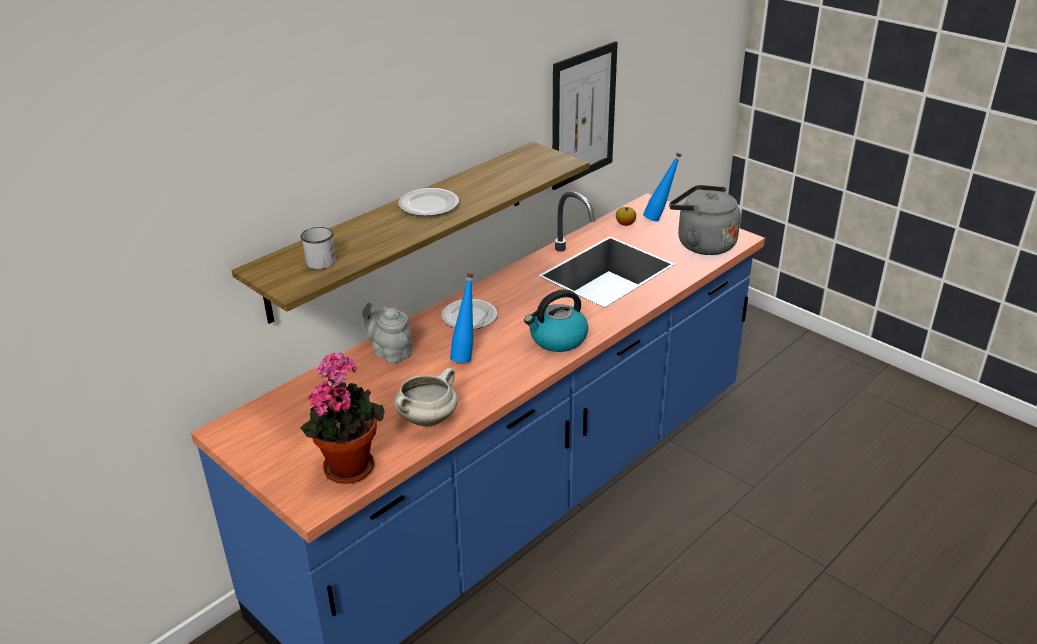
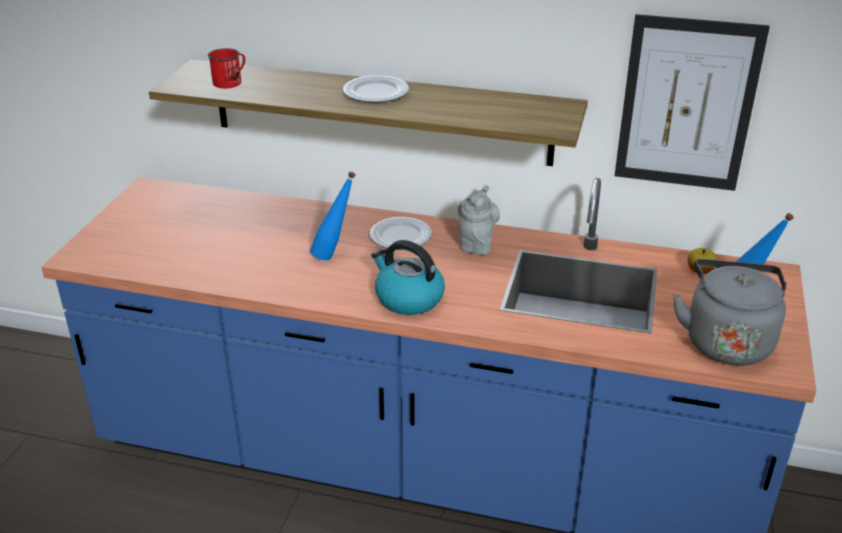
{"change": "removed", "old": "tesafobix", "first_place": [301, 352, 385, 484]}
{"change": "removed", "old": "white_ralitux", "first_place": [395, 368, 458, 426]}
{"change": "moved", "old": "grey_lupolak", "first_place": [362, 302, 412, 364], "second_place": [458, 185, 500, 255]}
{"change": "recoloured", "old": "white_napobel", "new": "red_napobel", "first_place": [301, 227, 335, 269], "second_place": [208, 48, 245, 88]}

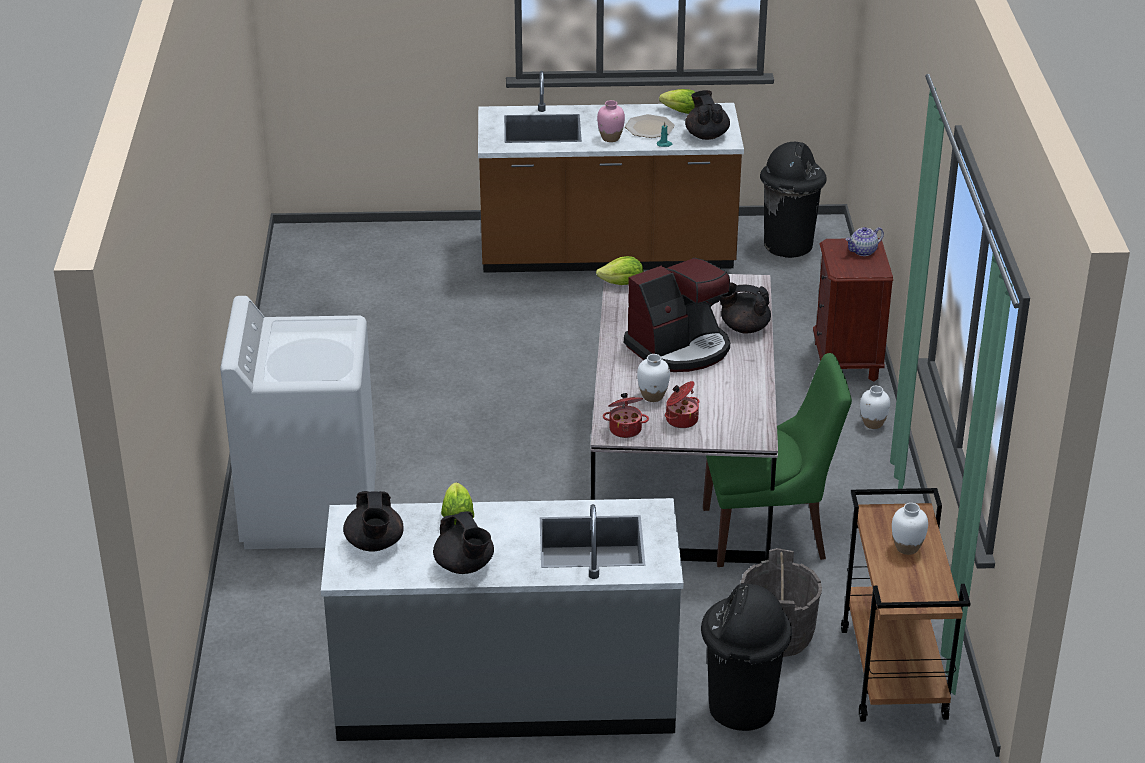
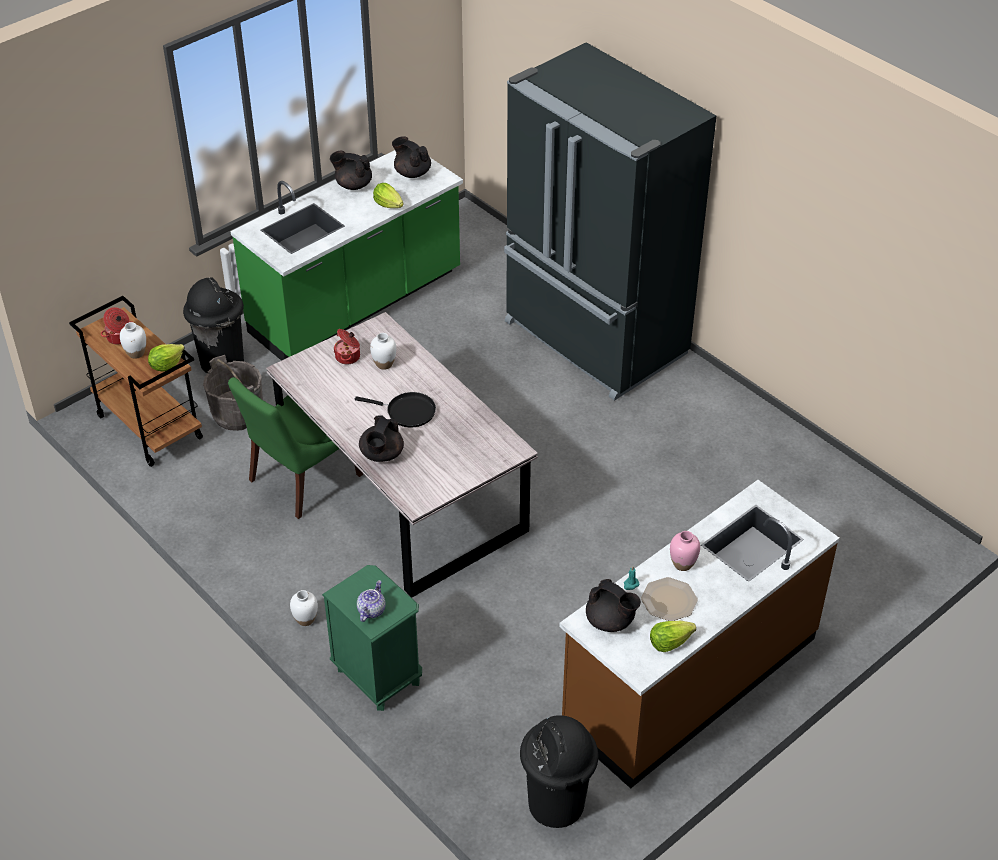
{"change": "moved", "old": "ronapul", "first_place": [596, 256, 643, 285], "second_place": [148, 344, 185, 372]}
{"change": "moved", "old": "ralitux", "first_place": [603, 393, 649, 438], "second_place": [101, 307, 132, 345]}
{"change": "replaced", "old": "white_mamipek", "new": "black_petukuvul", "first_place": [220, 296, 376, 549], "second_place": [504, 42, 716, 401]}
{"change": "replaced", "old": "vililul", "new": "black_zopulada", "first_place": [624, 258, 730, 372], "second_place": [355, 392, 436, 427]}
{"change": "recoloured", "old": "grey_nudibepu", "new": "green_nudibepu", "first_place": [321, 498, 683, 741], "second_place": [230, 150, 463, 361]}
{"change": "recoloured", "old": "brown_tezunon", "new": "green_tezunon", "first_place": [813, 238, 893, 381], "second_place": [322, 565, 422, 711]}
{"change": "turned", "old": "black_lupolak", "first_place": [720, 282, 771, 333], "second_place": [359, 415, 404, 462], "degrees": 135}

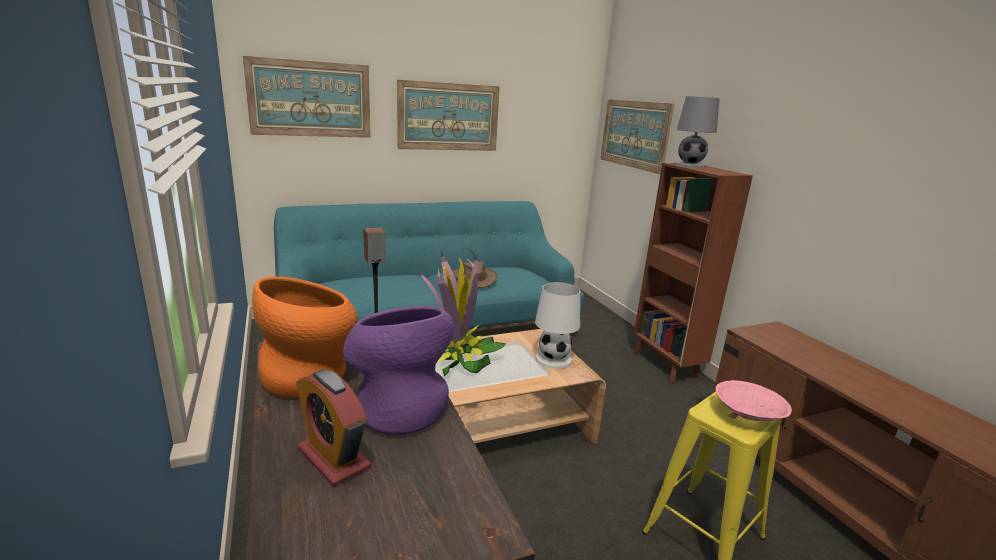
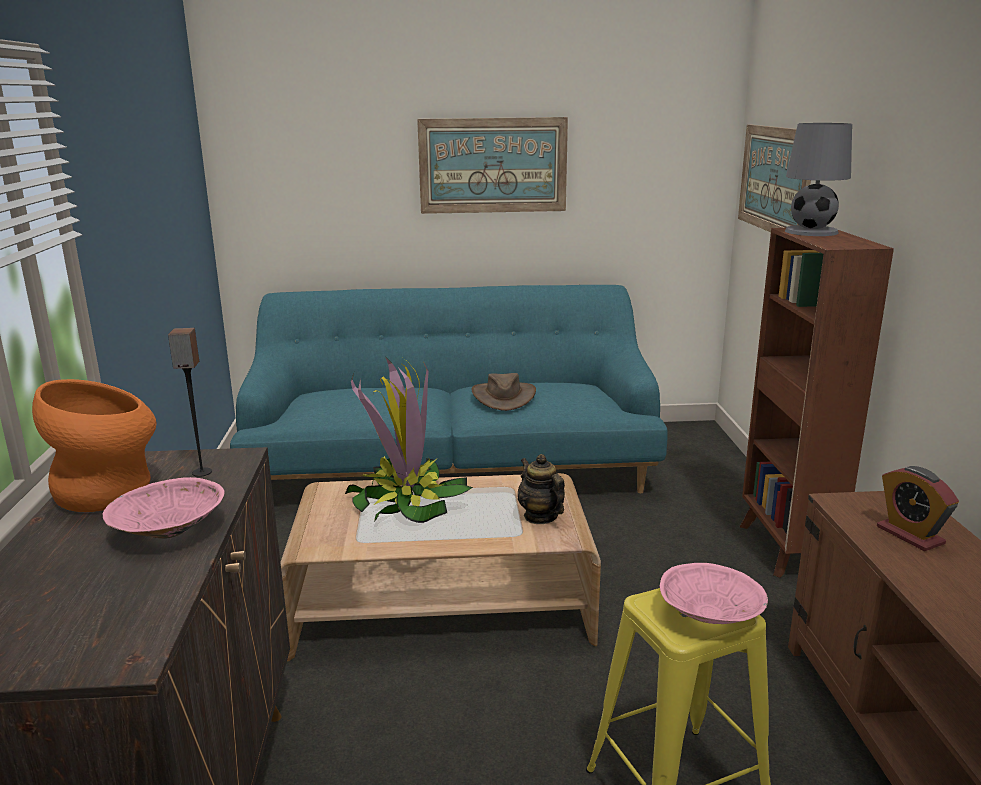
{"change": "removed", "old": "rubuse", "first_place": [243, 56, 371, 138]}
{"change": "moved", "old": "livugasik", "first_place": [296, 369, 371, 487], "second_place": [877, 466, 959, 551]}
{"change": "replaced", "old": "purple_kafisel", "new": "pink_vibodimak", "first_place": [343, 306, 454, 435], "second_place": [103, 477, 225, 539]}
{"change": "replaced", "old": "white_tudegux", "new": "lupolak", "first_place": [535, 282, 580, 369], "second_place": [518, 454, 565, 524]}

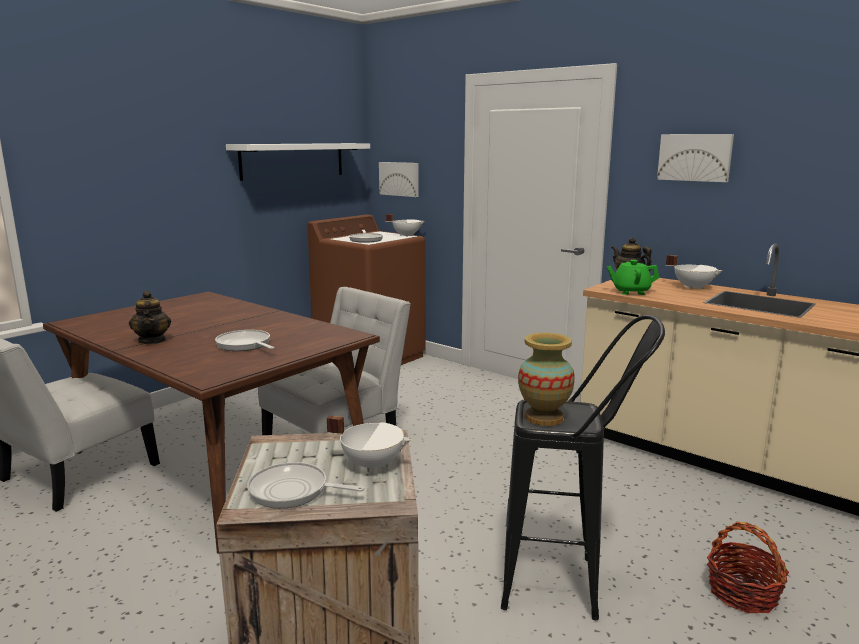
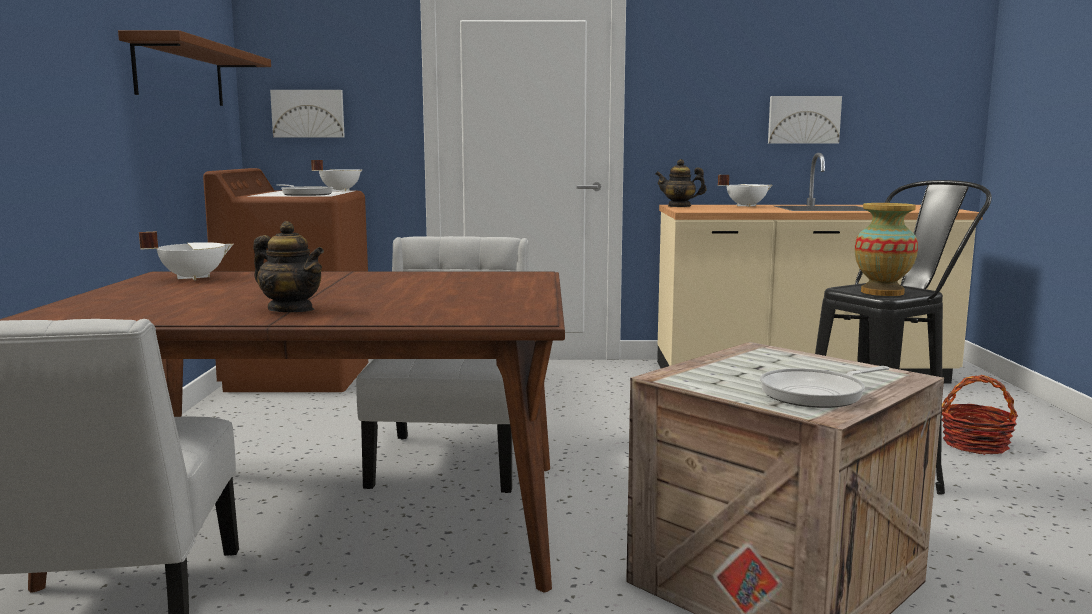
{"change": "removed", "old": "zopulada", "first_place": [215, 330, 274, 351]}
{"change": "removed", "old": "green_lupolak", "first_place": [607, 260, 659, 295]}
{"change": "moved", "old": "white_ralitux", "first_place": [327, 416, 412, 472], "second_place": [139, 231, 234, 280]}
{"change": "moved", "old": "rubuse", "first_place": [657, 134, 734, 182], "second_place": [768, 96, 842, 144]}
{"change": "recoloured", "old": "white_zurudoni", "new": "brown_zurudoni", "first_place": [226, 143, 370, 181], "second_place": [118, 30, 271, 106]}

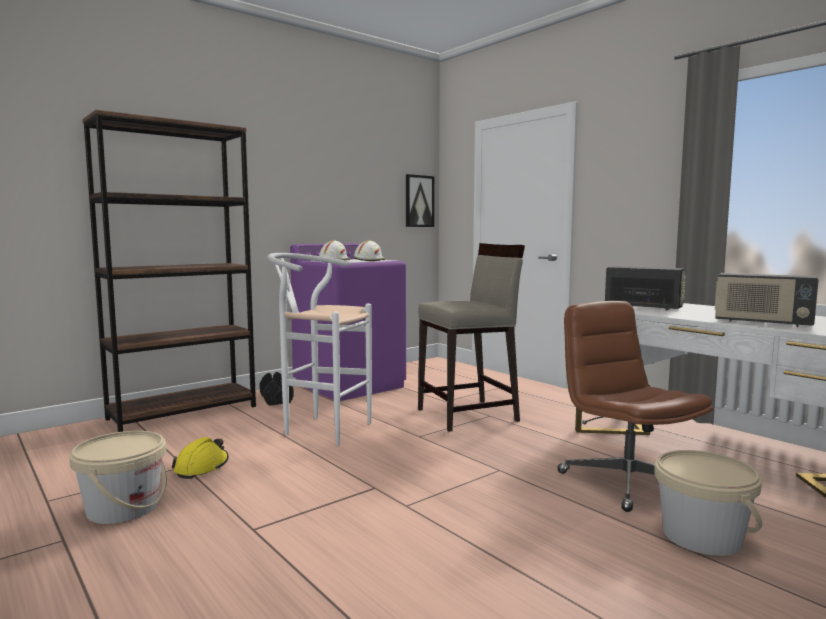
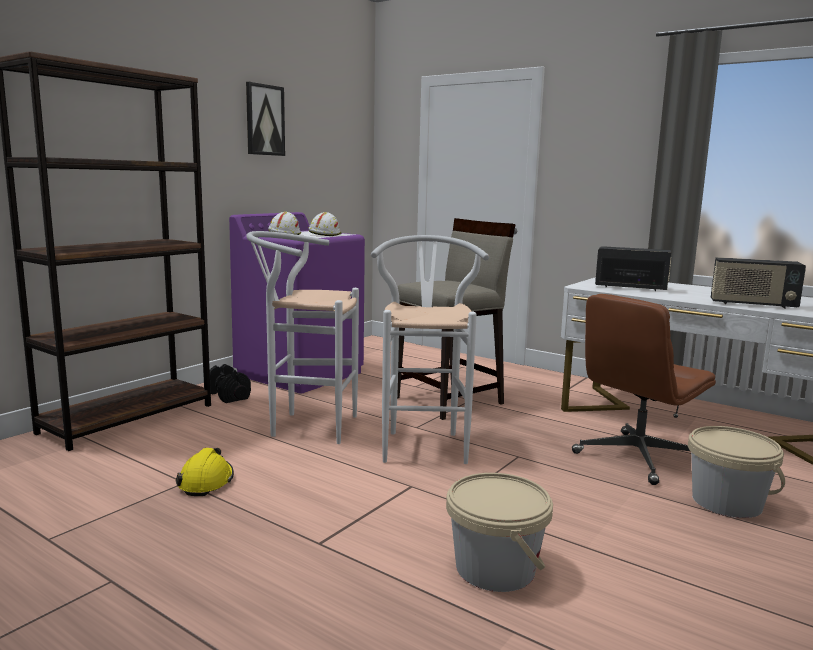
{"change": "added", "new": "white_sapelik", "second_place": [371, 235, 489, 464]}
{"change": "moved", "old": "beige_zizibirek", "first_place": [69, 431, 167, 524], "second_place": [446, 473, 553, 592]}
{"change": "moved", "old": "rubuse", "first_place": [406, 174, 434, 227], "second_place": [246, 82, 285, 156]}
{"change": "turned", "old": "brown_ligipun", "first_place": [557, 301, 713, 512], "second_place": [572, 294, 716, 485], "degrees": -90}

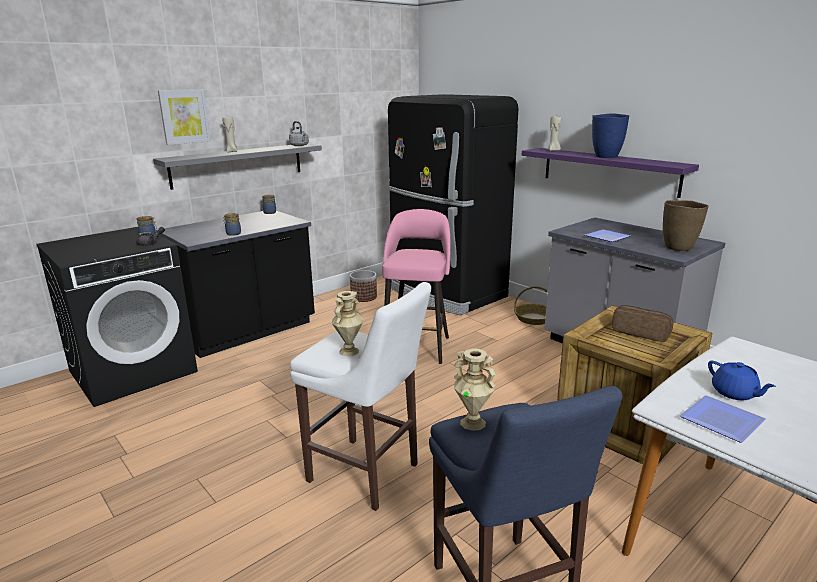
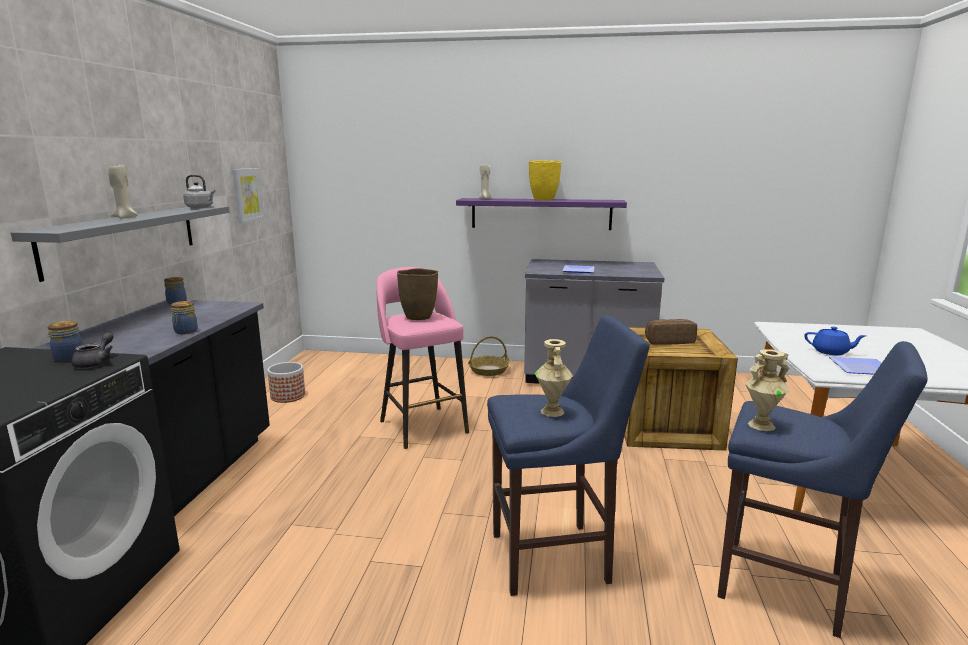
{"change": "removed", "old": "black_petukuvul", "first_place": [388, 94, 518, 315]}
{"change": "moved", "old": "rubuse", "first_place": [158, 89, 211, 145], "second_place": [232, 168, 264, 223]}
{"change": "moved", "old": "brown_kafisel", "first_place": [663, 200, 709, 251], "second_place": [397, 268, 438, 320]}
{"change": "recoloured", "old": "white_sapelik", "new": "blue_sapelik", "first_place": [290, 282, 431, 511], "second_place": [487, 315, 649, 596]}
{"change": "recoloured", "old": "blue_kafisel", "new": "yellow_kafisel", "first_place": [592, 114, 629, 158], "second_place": [529, 160, 561, 201]}

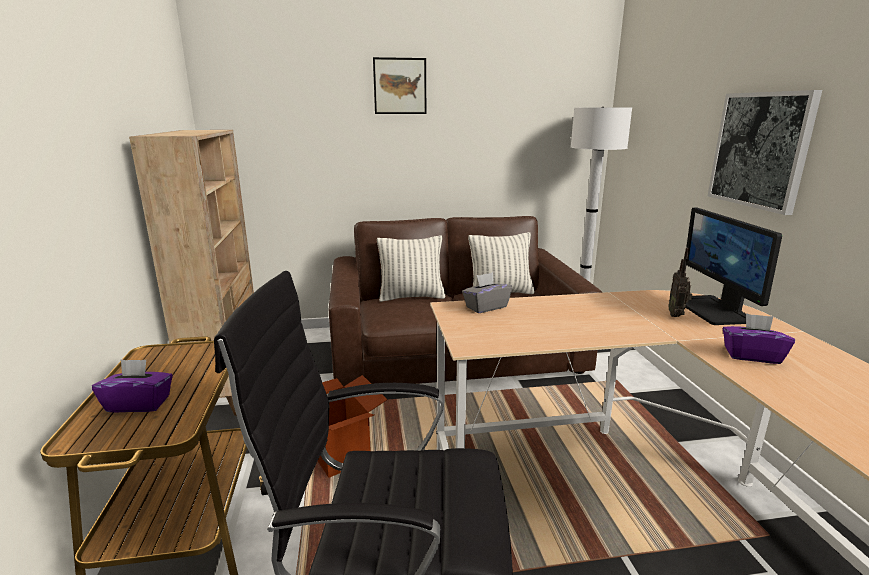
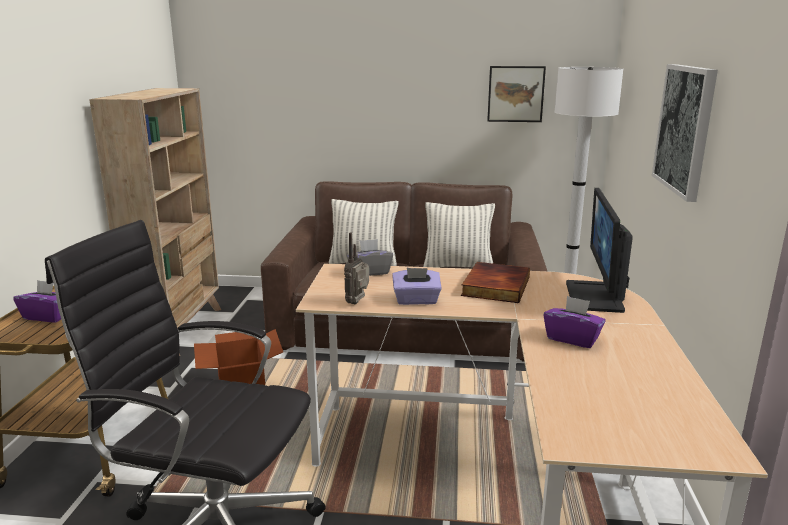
{"change": "added", "new": "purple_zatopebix", "second_place": [392, 268, 442, 305]}
{"change": "added", "new": "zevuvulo", "second_place": [461, 262, 530, 303]}
{"change": "moved", "old": "rubuse", "first_place": [373, 57, 426, 114], "second_place": [487, 66, 546, 122]}
{"change": "moved", "old": "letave", "first_place": [668, 248, 692, 317], "second_place": [344, 232, 369, 304]}

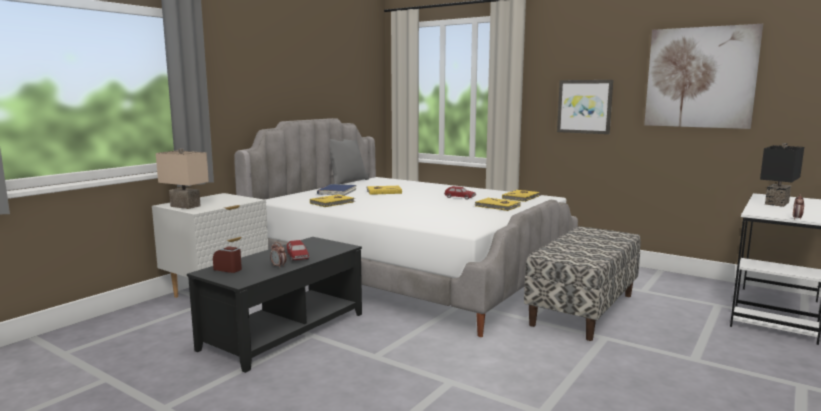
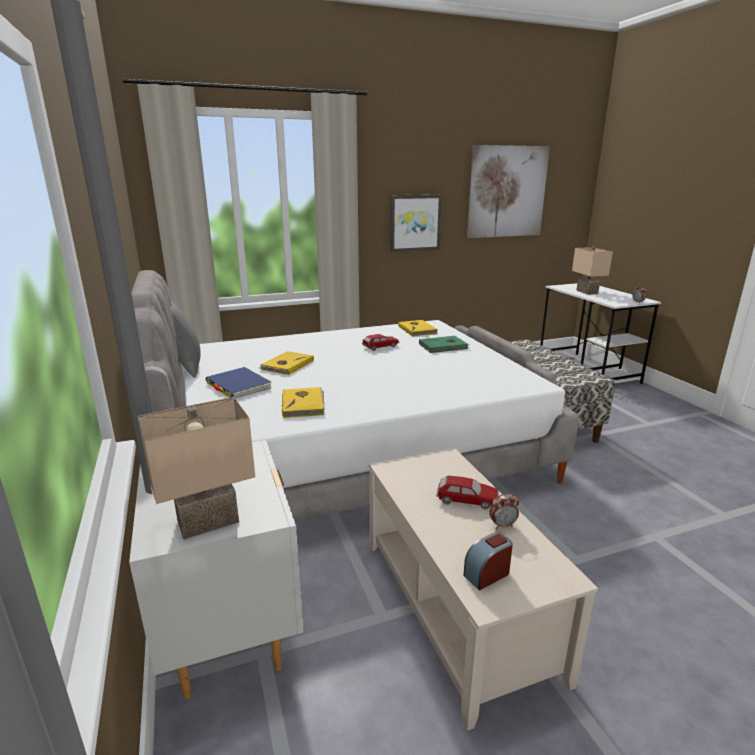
{"change": "recoloured", "old": "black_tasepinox", "new": "beige_tasepinox", "first_place": [187, 237, 362, 373], "second_place": [369, 447, 598, 731]}
{"change": "recoloured", "old": "yellow_zevuvulo", "new": "green_zevuvulo", "first_place": [475, 198, 521, 211], "second_place": [419, 336, 469, 353]}
{"change": "recoloured", "old": "black_tudegux", "new": "beige_tudegux", "first_place": [760, 143, 804, 207], "second_place": [572, 246, 613, 295]}

